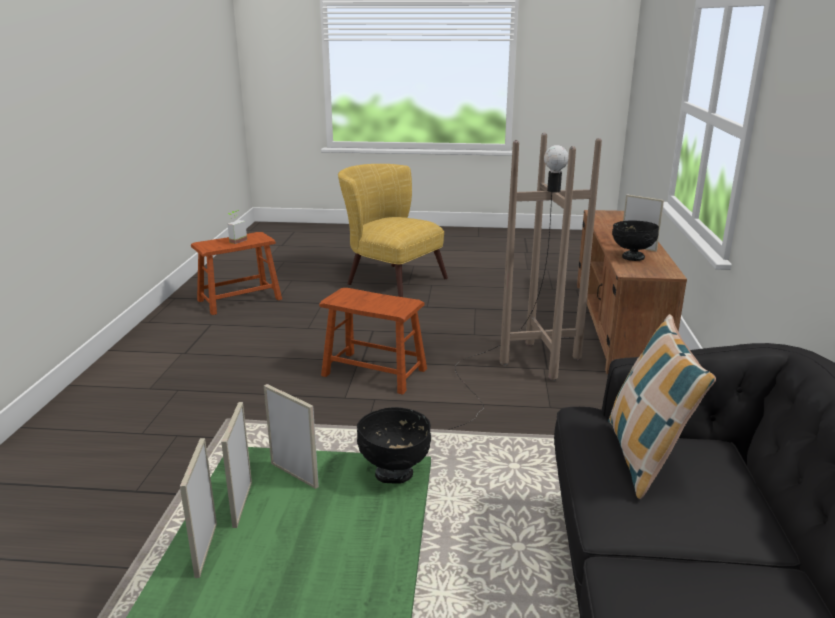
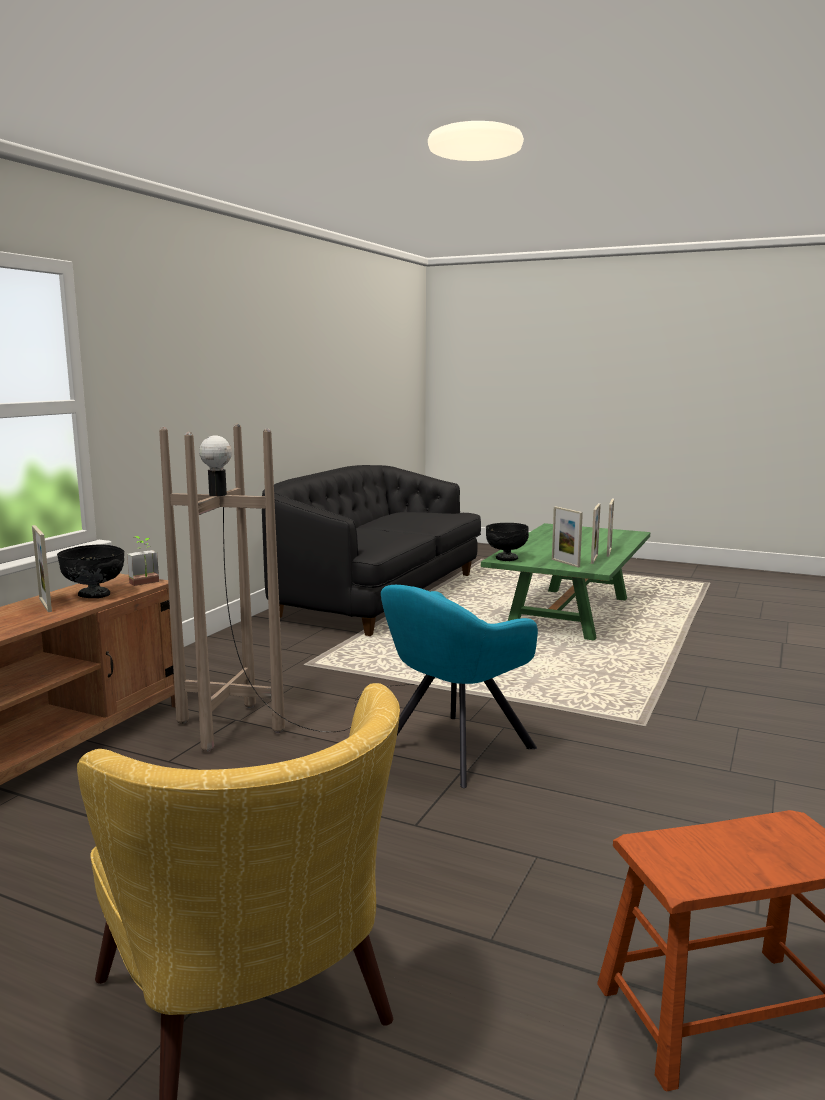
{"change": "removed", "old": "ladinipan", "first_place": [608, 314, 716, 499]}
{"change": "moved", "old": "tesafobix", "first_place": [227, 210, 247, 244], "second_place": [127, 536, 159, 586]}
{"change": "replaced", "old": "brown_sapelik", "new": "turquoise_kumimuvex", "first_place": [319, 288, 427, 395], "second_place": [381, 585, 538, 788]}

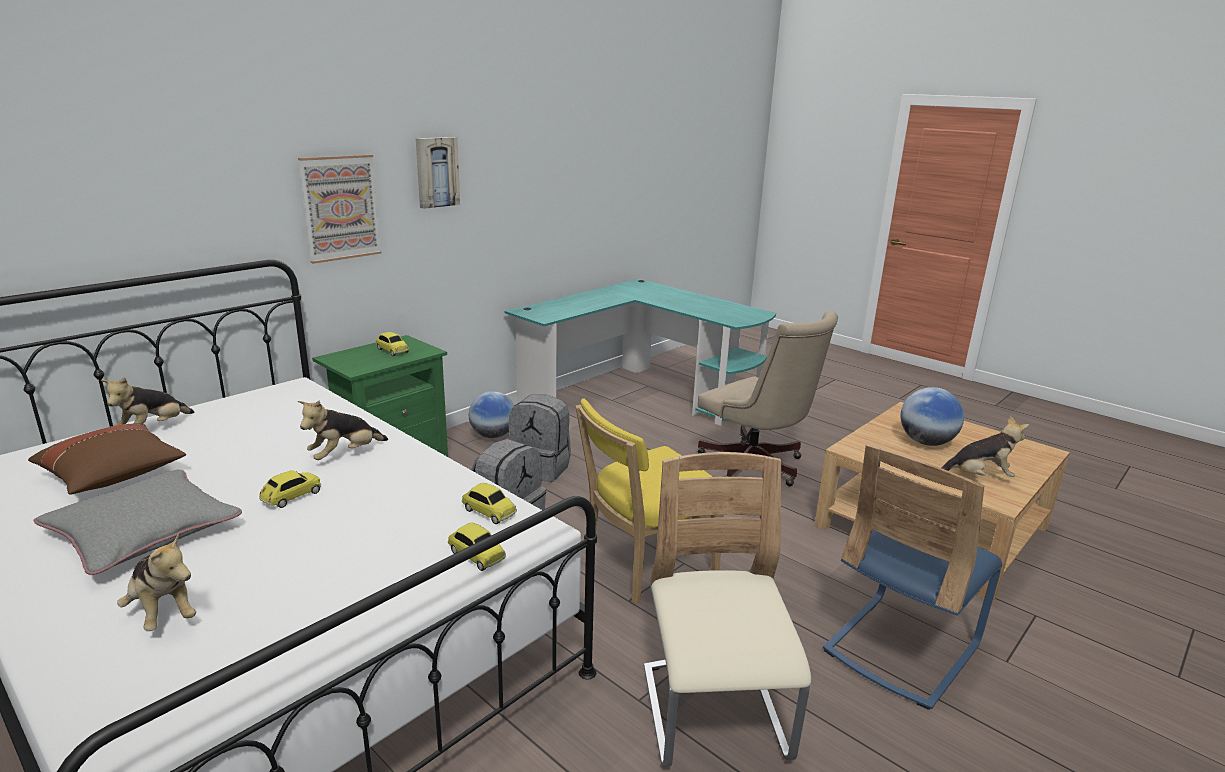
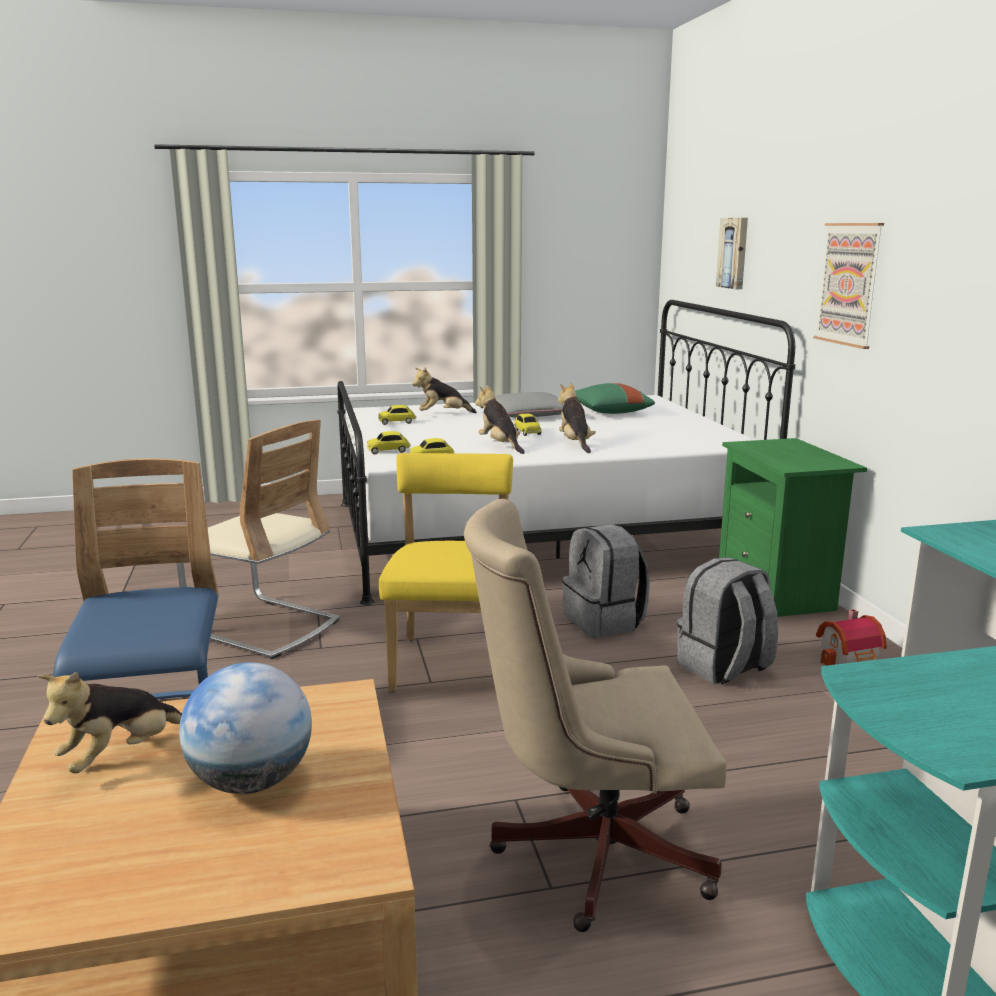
{"change": "moved", "old": "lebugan", "first_place": [101, 377, 194, 426], "second_place": [475, 385, 525, 454]}
{"change": "moved", "old": "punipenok", "first_place": [376, 332, 409, 356], "second_place": [378, 405, 416, 425]}
{"change": "moved", "old": "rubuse", "first_place": [416, 137, 460, 209], "second_place": [716, 218, 748, 289]}
{"change": "replaced", "old": "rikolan", "new": "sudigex", "first_place": [469, 391, 514, 438], "second_place": [816, 609, 887, 666]}
{"change": "recoloured", "old": "brown_ladinipan", "new": "green_ladinipan", "first_place": [28, 424, 186, 495], "second_place": [575, 383, 655, 414]}

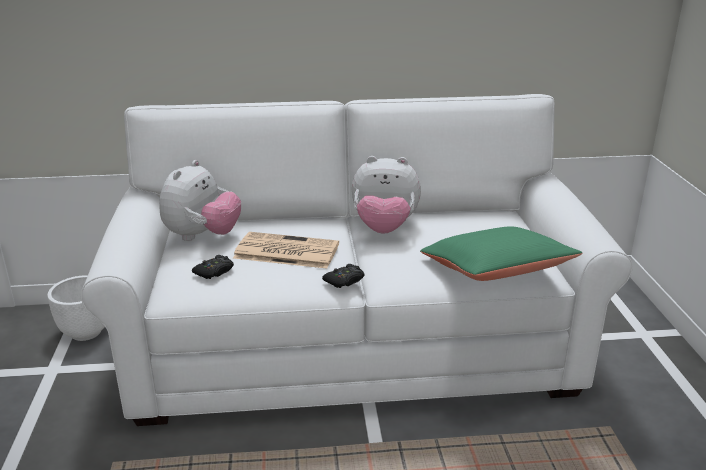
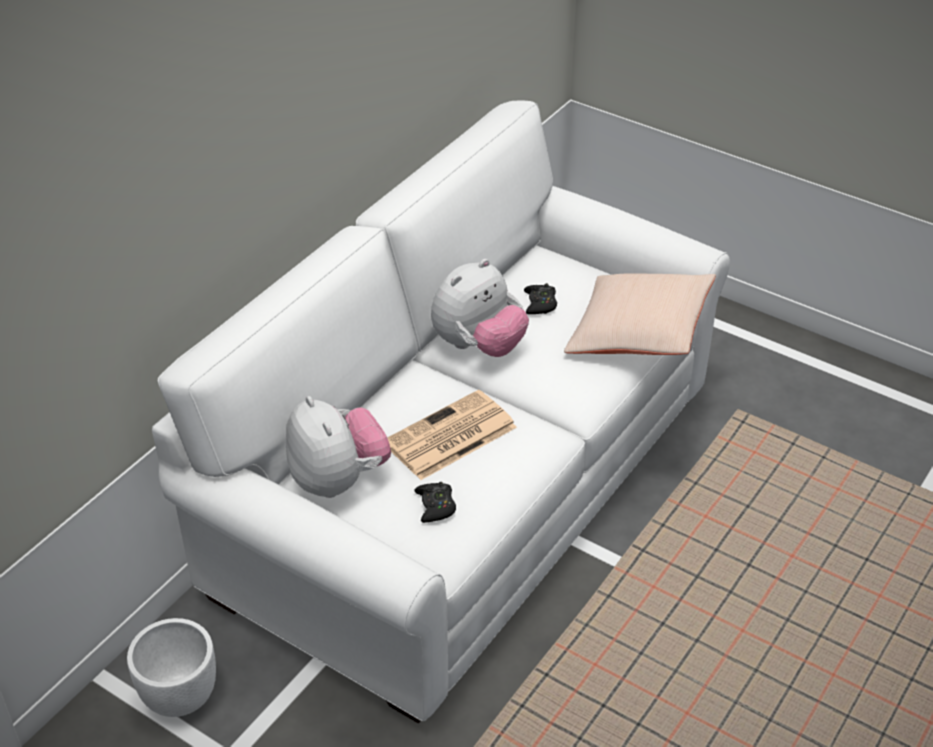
{"change": "moved", "old": "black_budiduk", "first_place": [322, 264, 365, 288], "second_place": [524, 283, 557, 314]}
{"change": "recoloured", "old": "green_ladinipan", "new": "beige_ladinipan", "first_place": [420, 226, 583, 281], "second_place": [564, 274, 716, 355]}

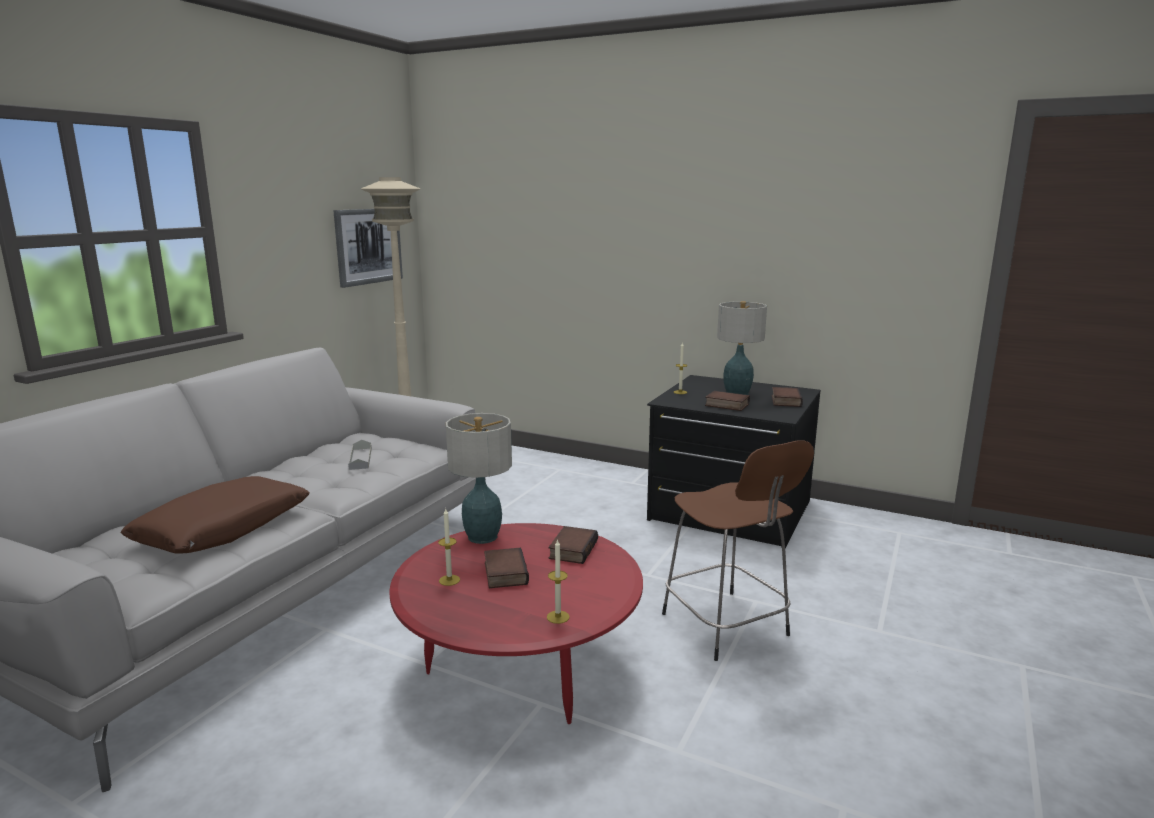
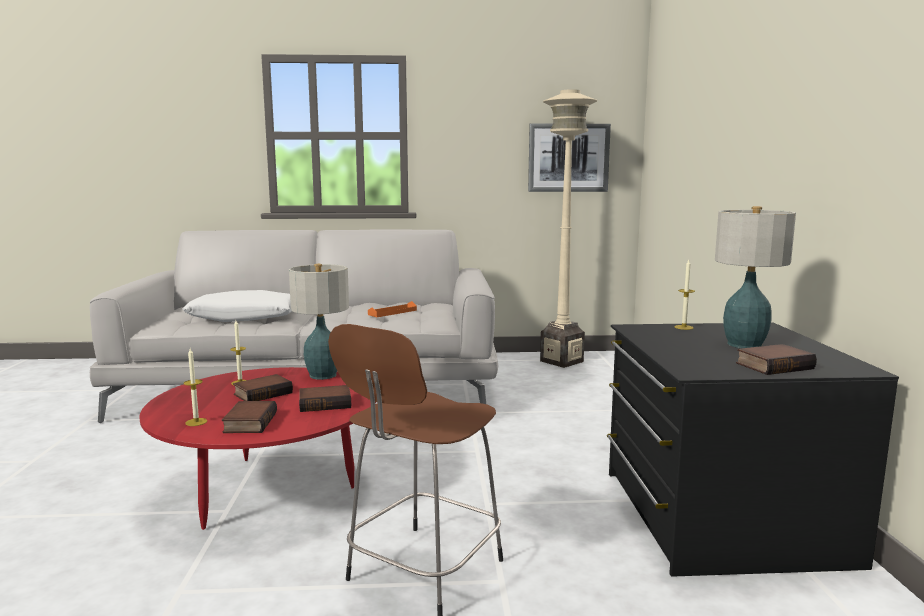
{"change": "moved", "old": "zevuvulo", "first_place": [705, 391, 750, 411], "second_place": [222, 401, 277, 433]}
{"change": "recoloured", "old": "brown_ladinipan", "new": "white_ladinipan", "first_place": [121, 476, 310, 553], "second_place": [183, 290, 292, 322]}
{"change": "recoloured", "old": "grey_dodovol", "new": "orange_dodovol", "first_place": [348, 440, 372, 470], "second_place": [368, 301, 417, 317]}

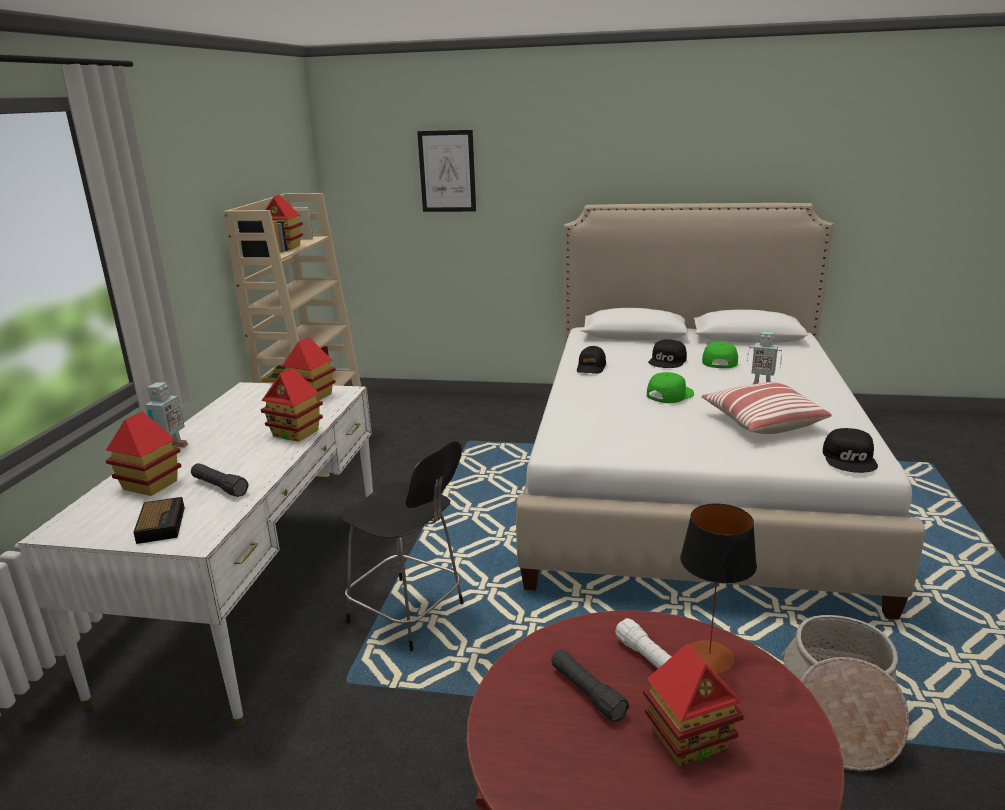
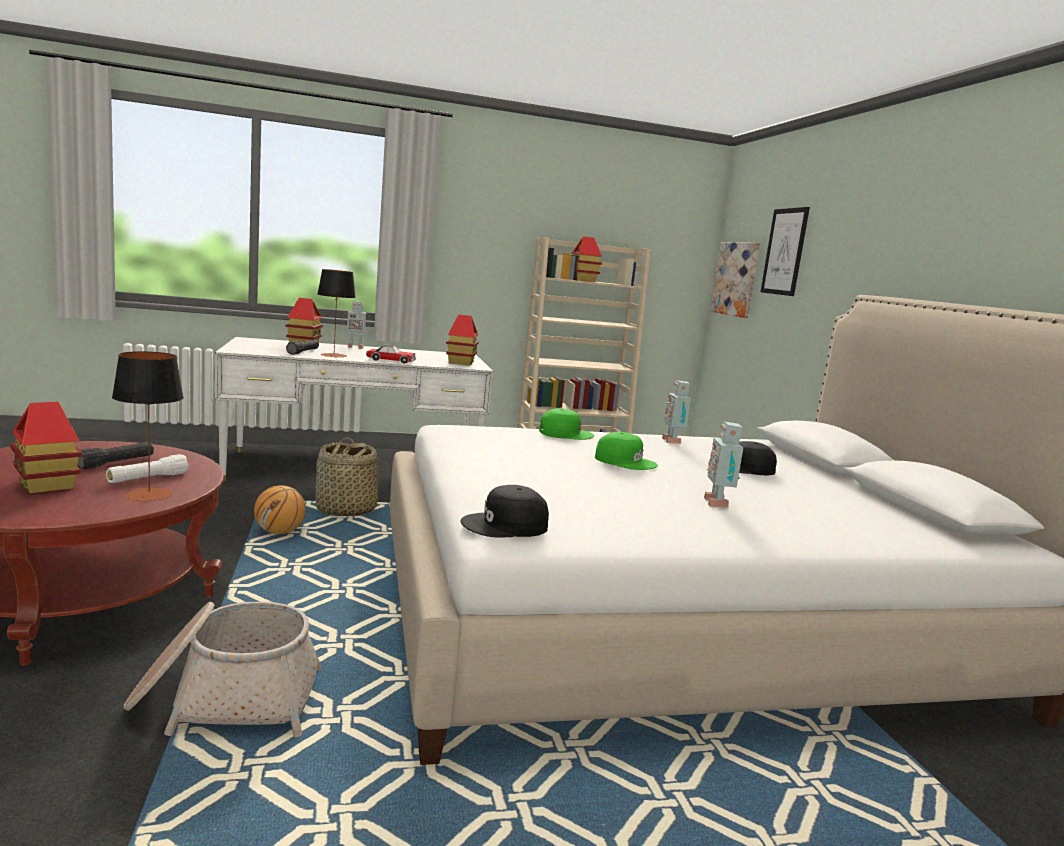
{"change": "removed", "old": "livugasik", "first_place": [133, 497, 185, 544]}
{"change": "removed", "old": "ladinipan", "first_place": [701, 382, 832, 434]}
{"change": "added", "new": "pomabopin", "second_place": [254, 485, 306, 534]}
{"change": "added", "new": "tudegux", "second_place": [318, 269, 356, 358]}
{"change": "added", "new": "rubuse", "second_place": [711, 242, 760, 318]}
{"change": "moved", "old": "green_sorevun", "first_place": [702, 342, 738, 368], "second_place": [539, 408, 594, 440]}
{"change": "replaced", "old": "sudigex", "new": "punipenok", "first_place": [261, 368, 323, 442], "second_place": [366, 345, 416, 364]}
{"change": "replaced", "old": "black_sapelik", "new": "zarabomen", "first_place": [341, 441, 464, 651], "second_place": [315, 438, 378, 516]}
{"change": "replaced", "old": "black_sorevun", "new": "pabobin", "first_place": [577, 346, 606, 374], "second_place": [662, 380, 691, 444]}

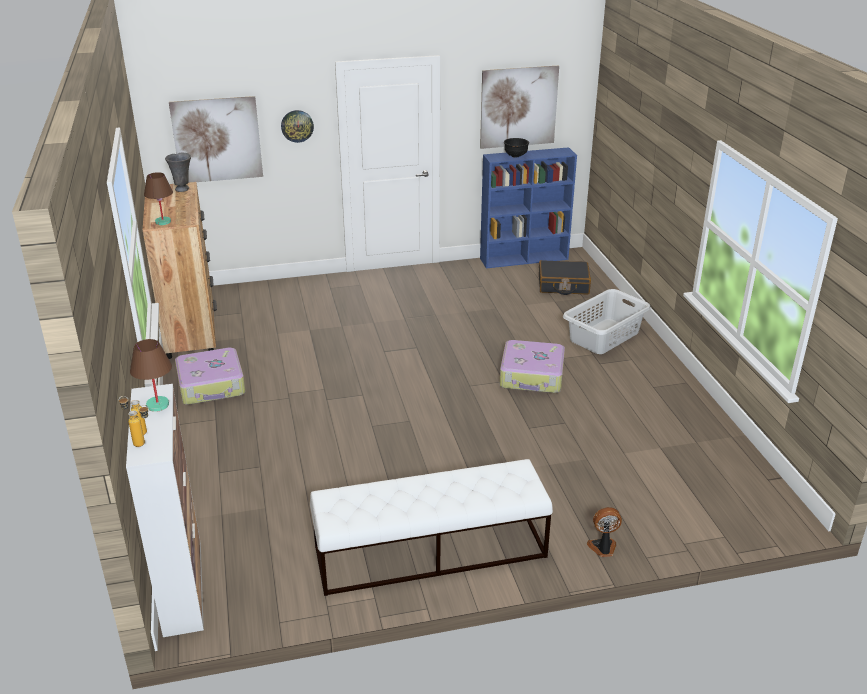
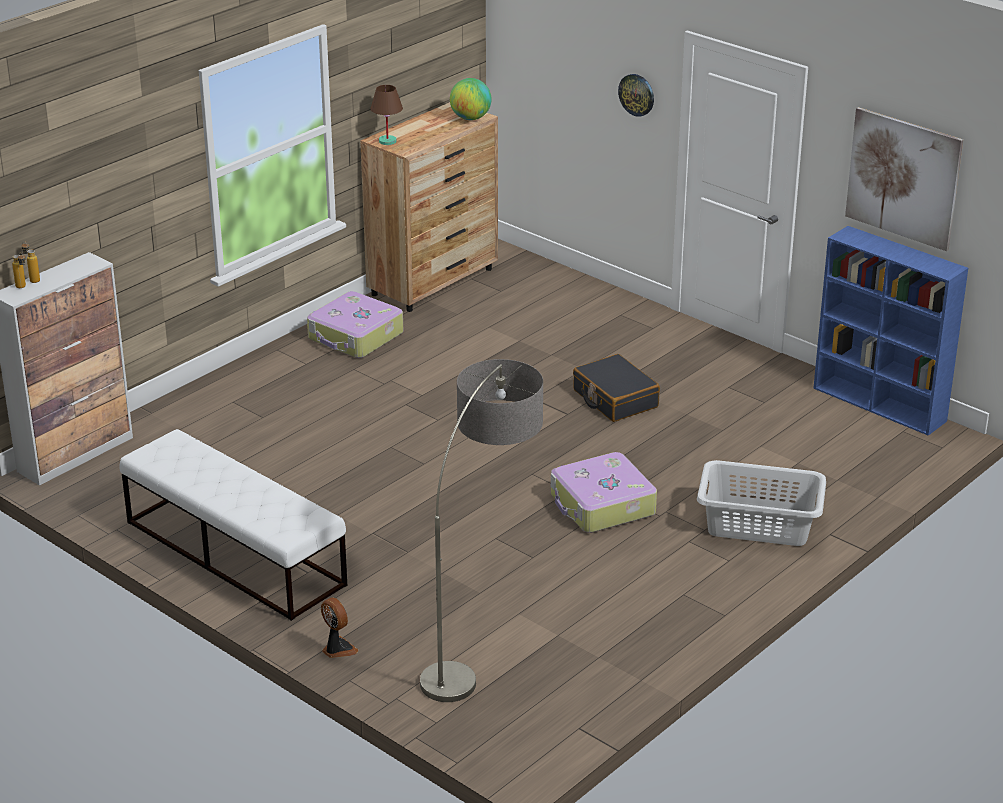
{"change": "removed", "old": "brown_tudegux", "first_place": [130, 339, 172, 412]}
{"change": "removed", "old": "rubuse", "first_place": [169, 96, 263, 182]}
{"change": "removed", "old": "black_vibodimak", "first_place": [504, 138, 529, 158]}
{"change": "added", "new": "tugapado", "second_place": [420, 359, 543, 702]}
{"change": "moved", "old": "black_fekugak", "first_place": [539, 260, 591, 295], "second_place": [573, 354, 660, 422]}
{"change": "replaced", "old": "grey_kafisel", "new": "rikolan", "first_place": [165, 153, 191, 192], "second_place": [450, 78, 491, 120]}

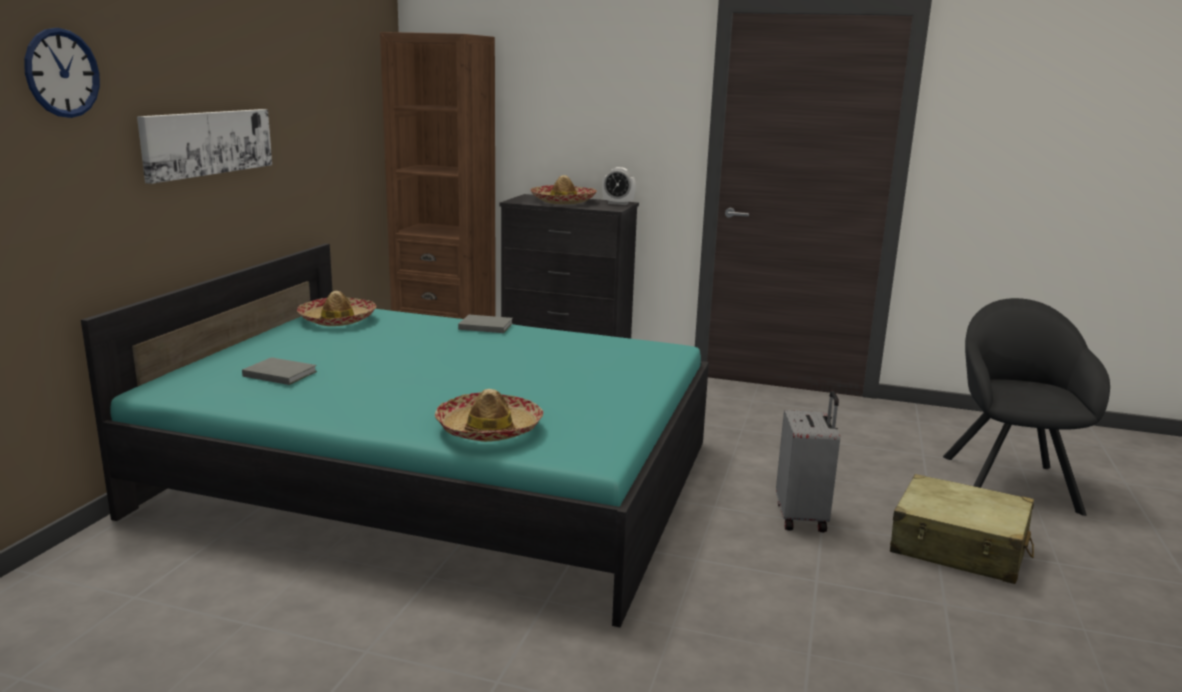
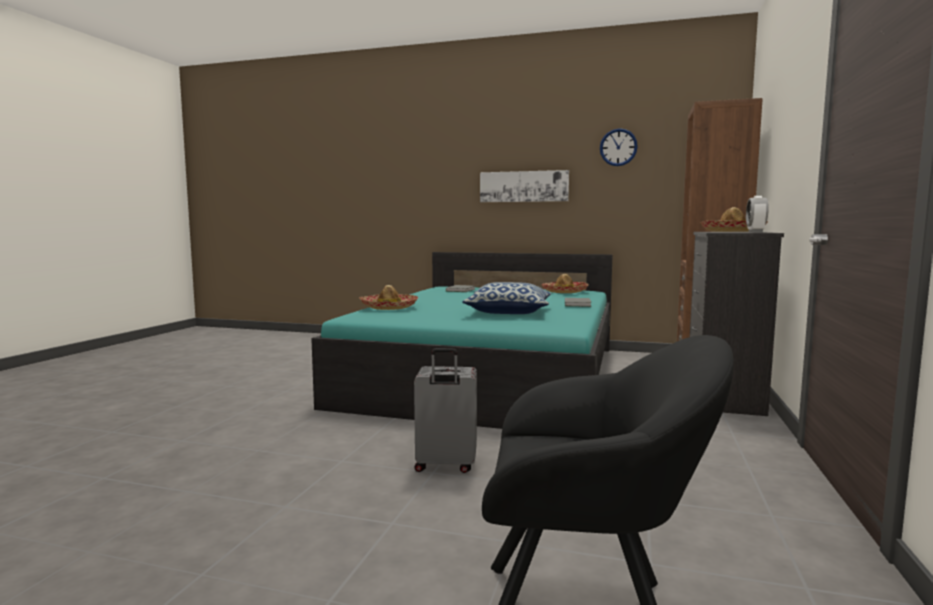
{"change": "removed", "old": "beige_fekugak", "first_place": [890, 474, 1034, 584]}
{"change": "added", "new": "ladinipan", "second_place": [462, 282, 551, 314]}
{"change": "moved", "old": "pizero", "first_place": [24, 28, 100, 118], "second_place": [600, 128, 638, 166]}

